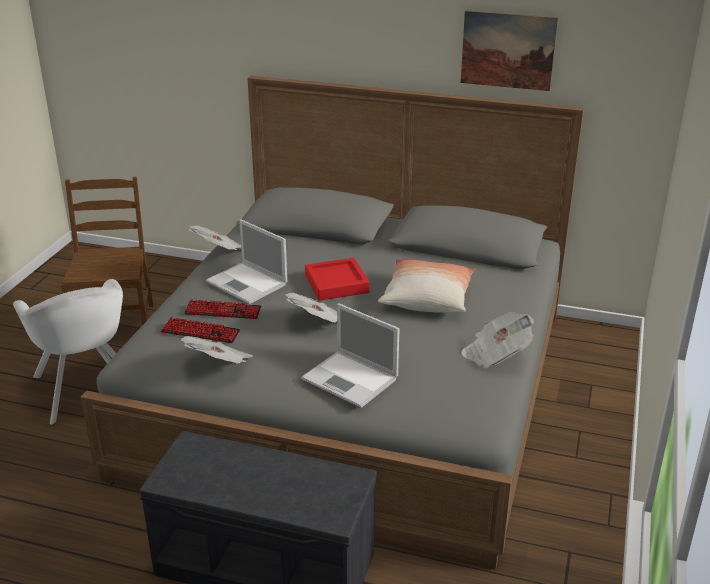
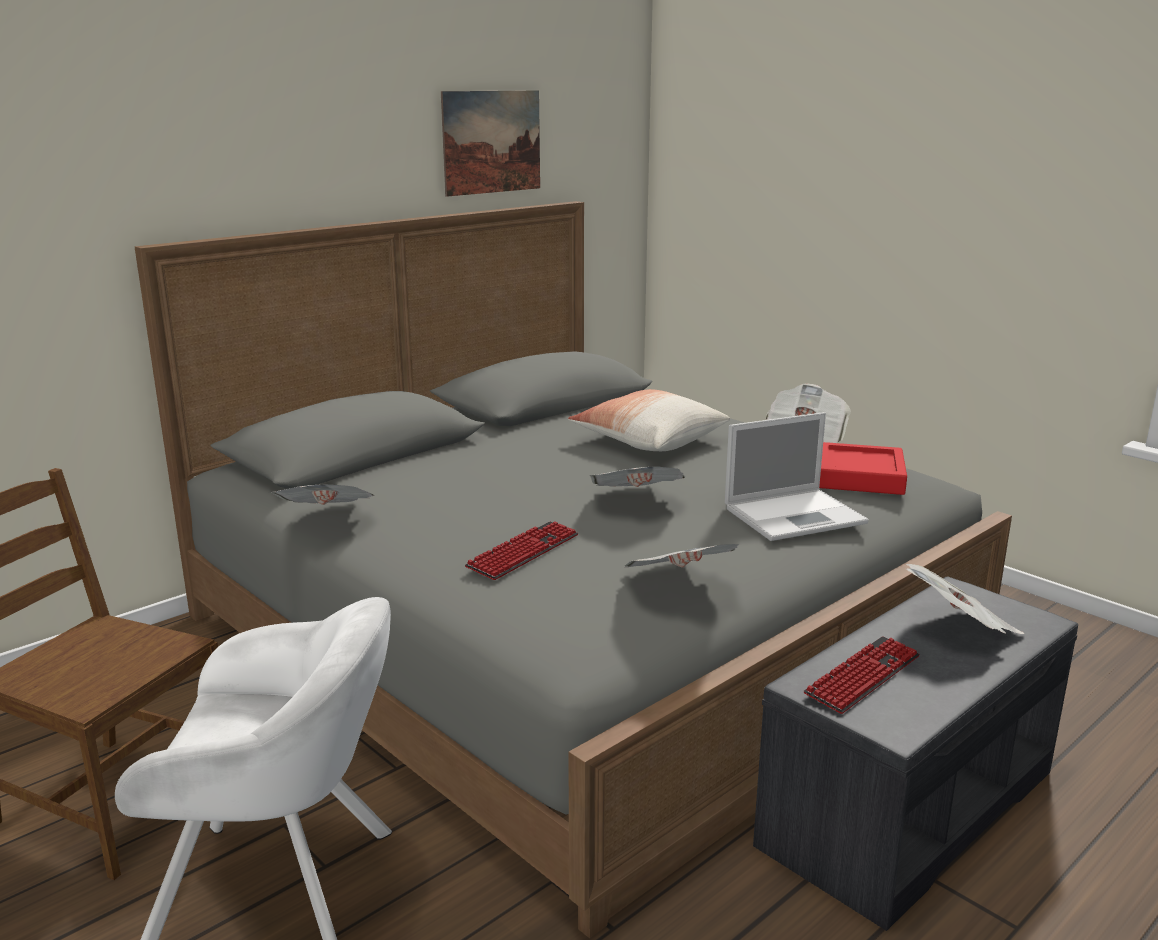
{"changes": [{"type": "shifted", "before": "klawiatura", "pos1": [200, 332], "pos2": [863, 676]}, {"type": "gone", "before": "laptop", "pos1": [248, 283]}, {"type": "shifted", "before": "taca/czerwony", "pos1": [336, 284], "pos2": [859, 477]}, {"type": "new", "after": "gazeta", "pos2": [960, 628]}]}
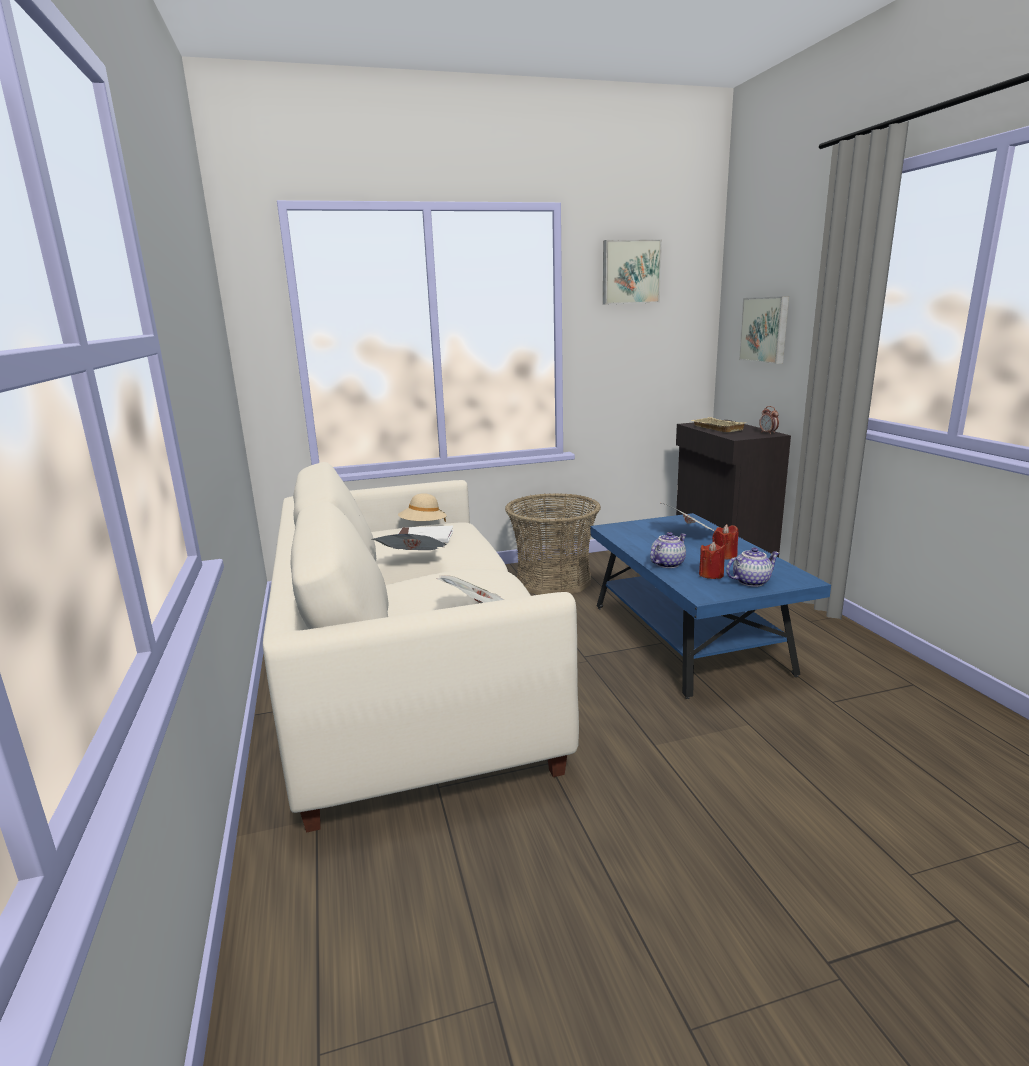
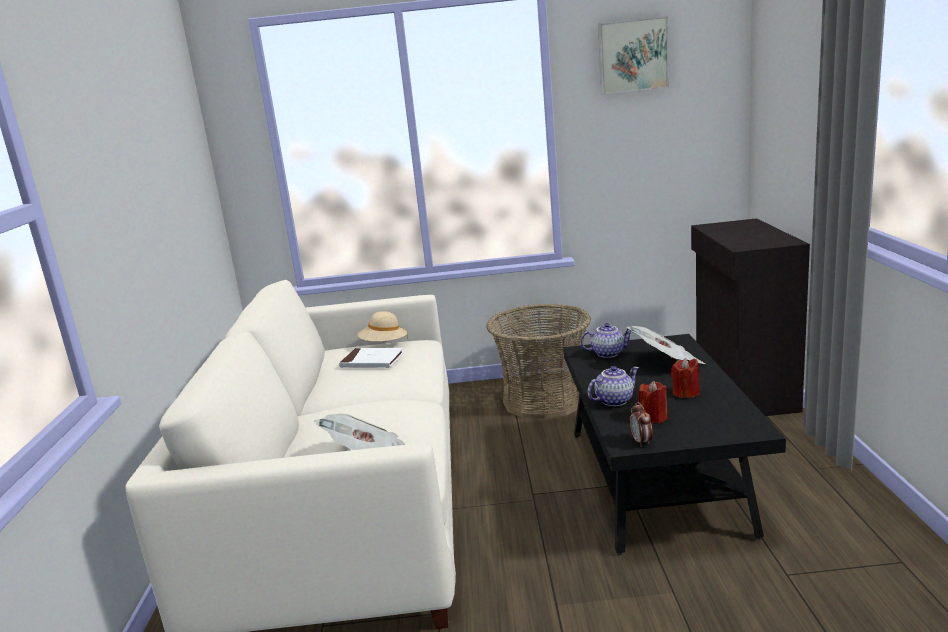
{"changes": [{"type": "gone", "before": "gazeta", "pos1": [413, 562]}, {"type": "repainted", "before": "ława/niebieski", "after": "ława/czarny", "pos1": [688, 639], "pos2": [657, 481]}, {"type": "gone", "before": "taca/beżowy", "pos1": [715, 428]}, {"type": "shifted", "before": "imbryk", "pos1": [751, 581], "pos2": [608, 353]}, {"type": "gone", "before": "obraz", "pos1": [765, 329]}, {"type": "shifted", "before": "budzik", "pos1": [768, 433], "pos2": [641, 442]}]}
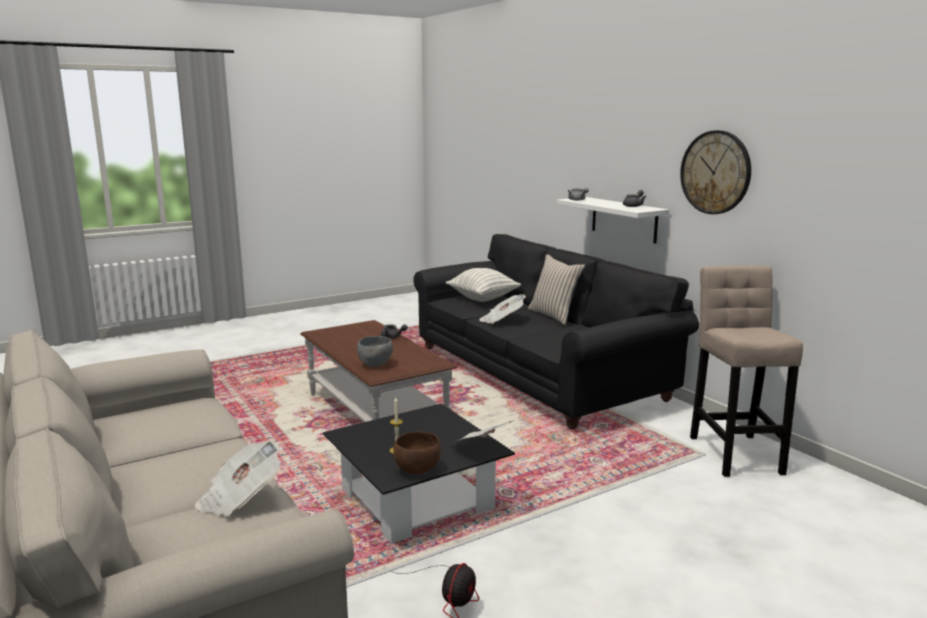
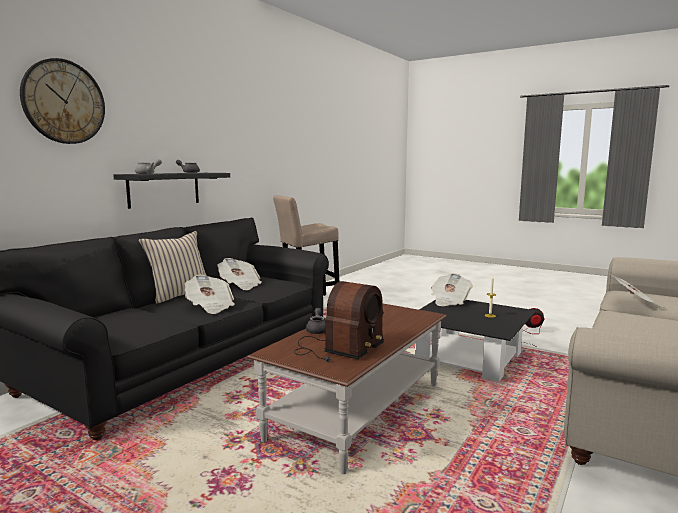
{"changes": [{"type": "gone", "before": "miska/szary", "pos1": [375, 364]}, {"type": "gone", "before": "miska/brązowy", "pos1": [416, 470]}, {"type": "gone", "before": "poduszka", "pos1": [483, 299]}, {"type": "repainted", "before": "półka/biały", "after": "półka/czarny", "pos1": [624, 219], "pos2": [164, 189]}, {"type": "shifted", "before": "zegar ścienny", "pos1": [715, 172], "pos2": [64, 102]}, {"type": "new", "after": "gazeta", "pos2": [240, 285]}, {"type": "new", "after": "radio", "pos2": [337, 349]}]}
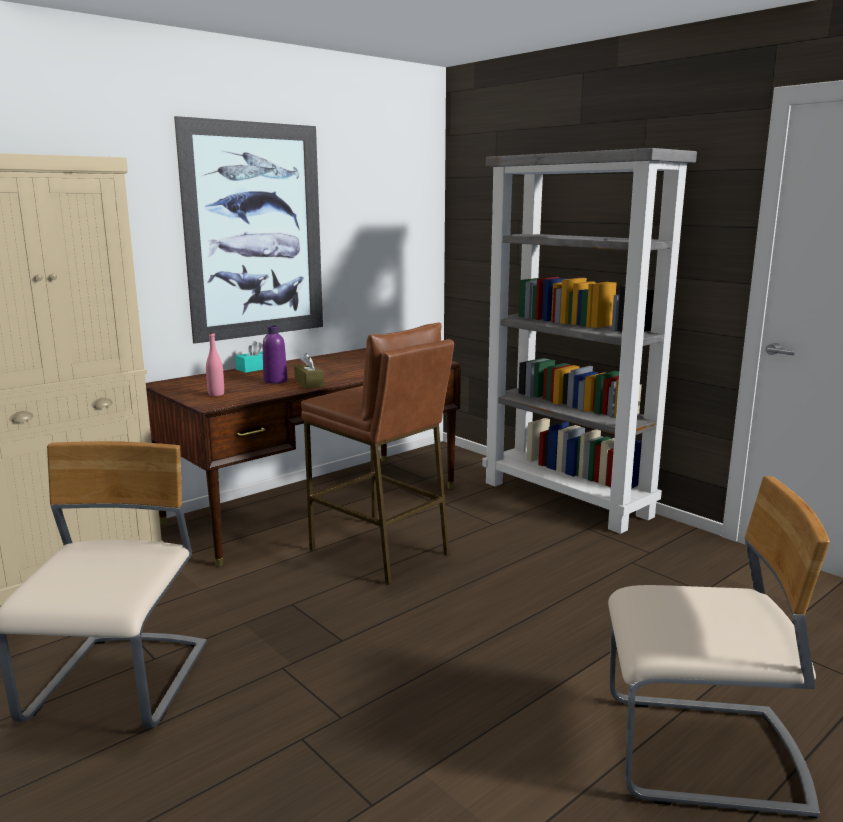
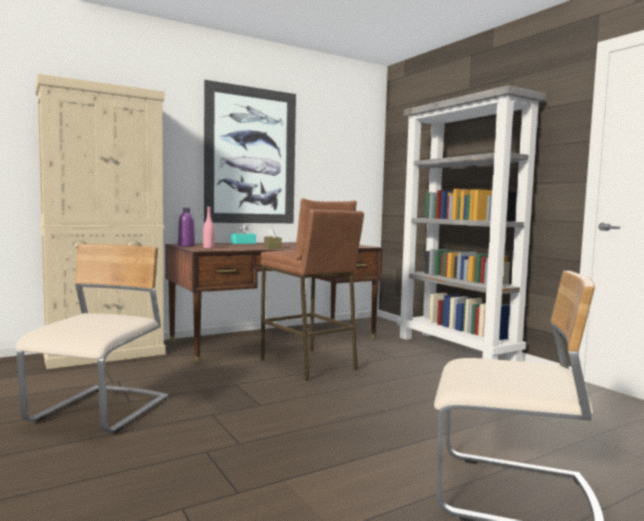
{"changes": [{"type": "shifted", "before": "butelka/fioletowy", "pos1": [275, 381], "pos2": [186, 246]}]}
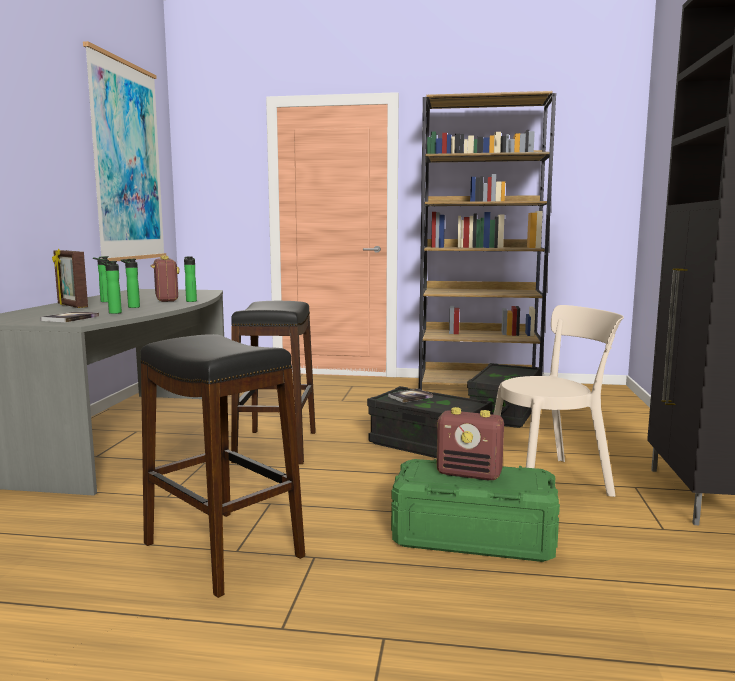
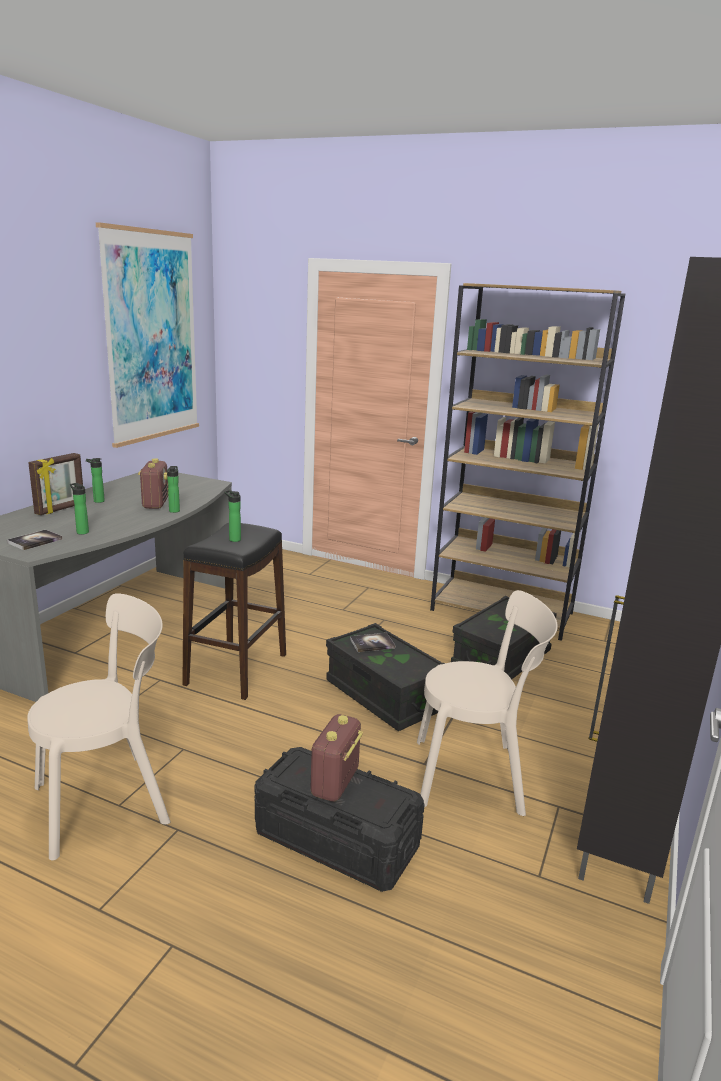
{"changes": [{"type": "rotated", "before": "ramka na zdjęcie", "pos1": [71, 306], "pos2": [60, 509], "turn": -120}, {"type": "shifted", "before": "butelka", "pos1": [132, 307], "pos2": [233, 539]}, {"type": "swapped", "before": "stołek/czarny", "after": "krzesło/beżowy", "pos1": [223, 550], "pos2": [109, 801]}, {"type": "repainted", "before": "pojemnik do przechowywania/zielony", "after": "pojemnik do przechowywania/czarny", "pos1": [473, 537], "pos2": [336, 840]}, {"type": "rotated", "before": "radio", "pos1": [469, 474], "pos2": [335, 783], "turn": 75}]}
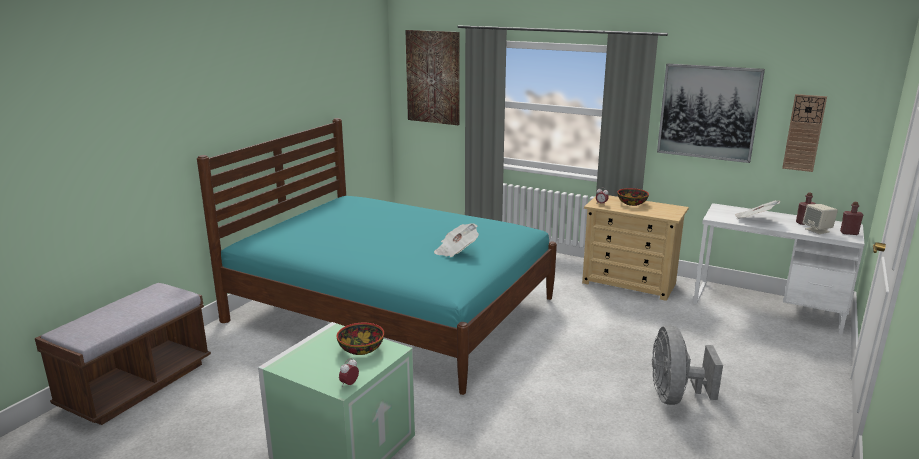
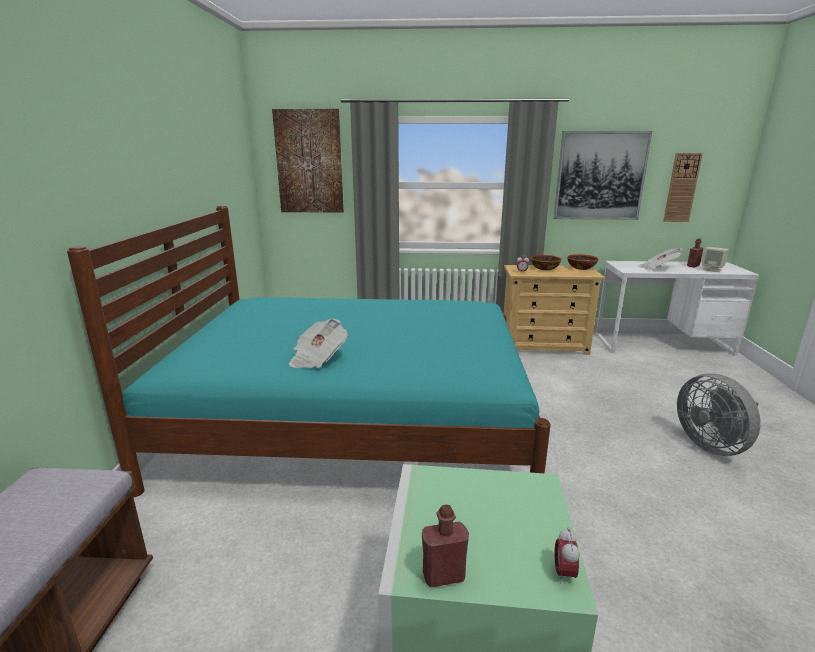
{"changes": [{"type": "shifted", "before": "miska", "pos1": [360, 349], "pos2": [581, 268]}, {"type": "shifted", "before": "gazeta", "pos1": [456, 251], "pos2": [317, 358]}, {"type": "shifted", "before": "butelka/czerwony", "pos1": [849, 233], "pos2": [443, 576]}]}
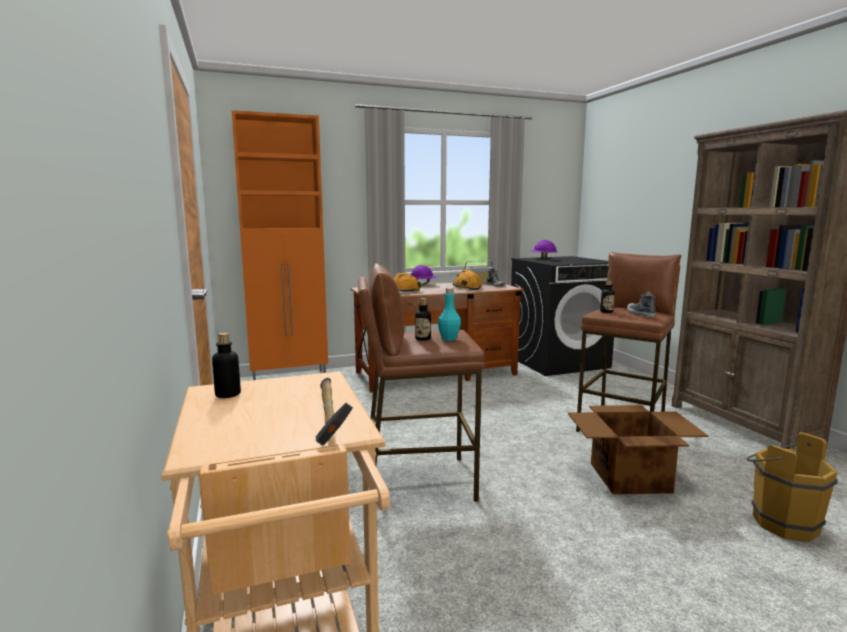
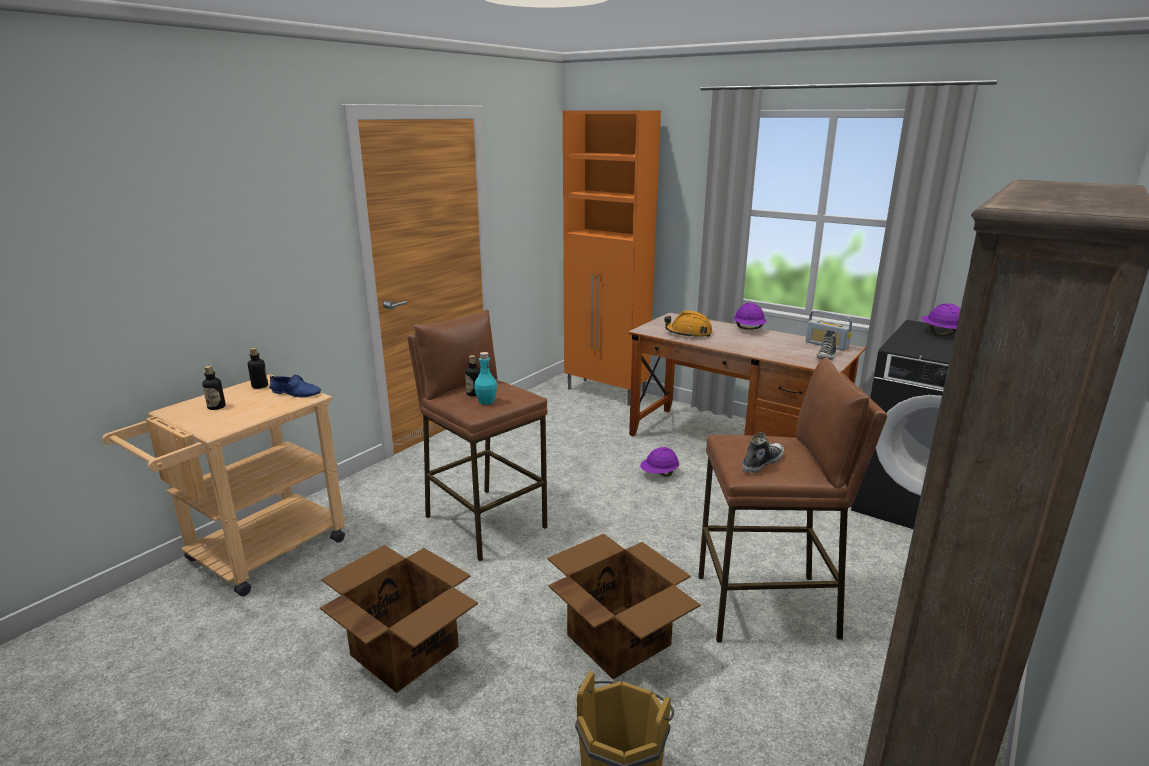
{"changes": [{"type": "gone", "before": "młotek", "pos1": [328, 419]}, {"type": "gone", "before": "kask/pomarańczowy", "pos1": [467, 287]}, {"type": "shifted", "before": "butelka", "pos1": [606, 312], "pos2": [216, 407]}, {"type": "new", "after": "but/niebieski", "pos2": [296, 392]}, {"type": "new", "after": "karton", "pos2": [404, 650]}, {"type": "new", "after": "kask/fioletowy", "pos2": [659, 474]}]}
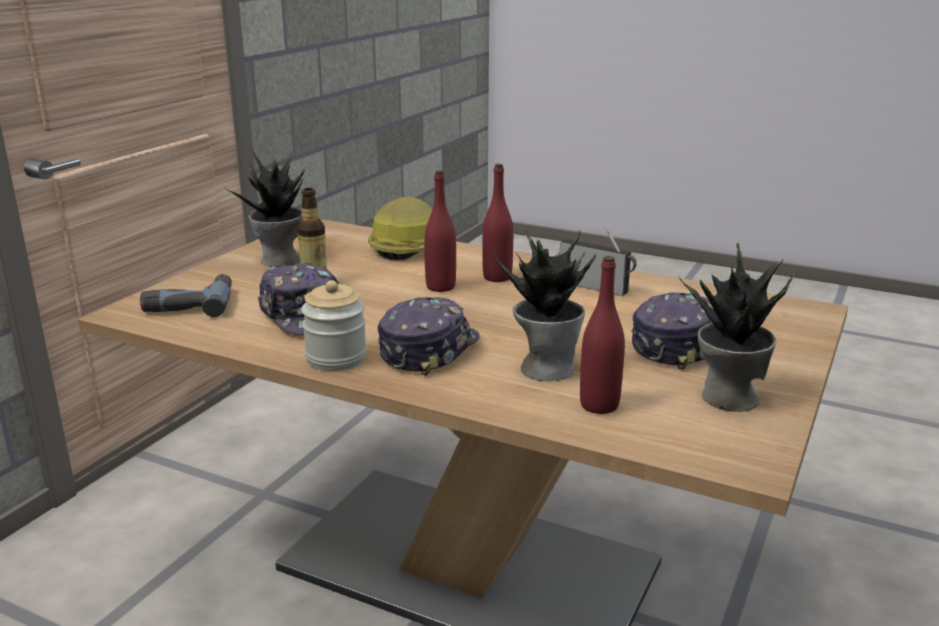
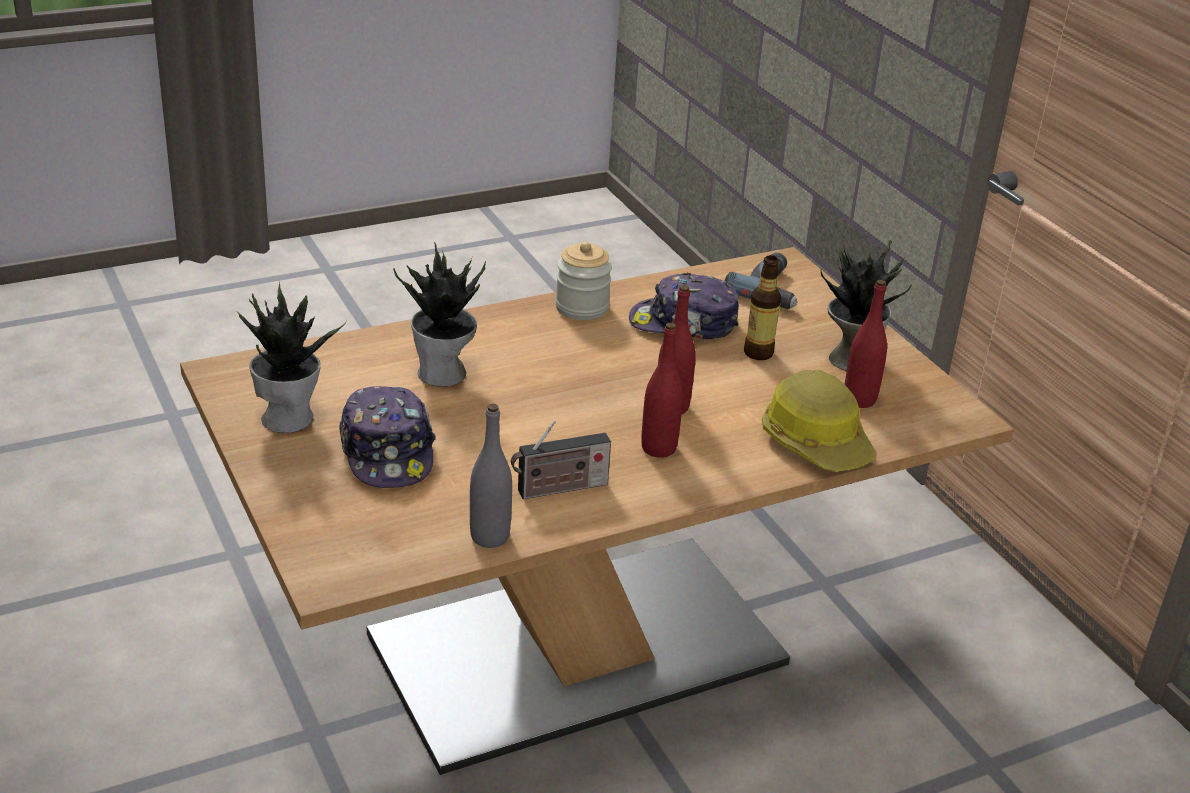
{"changes": [{"type": "gone", "before": "czapka z daszkiem", "pos1": [428, 350]}, {"type": "shifted", "before": "butelka/czerwony", "pos1": [599, 405], "pos2": [859, 399]}, {"type": "new", "after": "butelka/szary", "pos2": [489, 537]}]}
